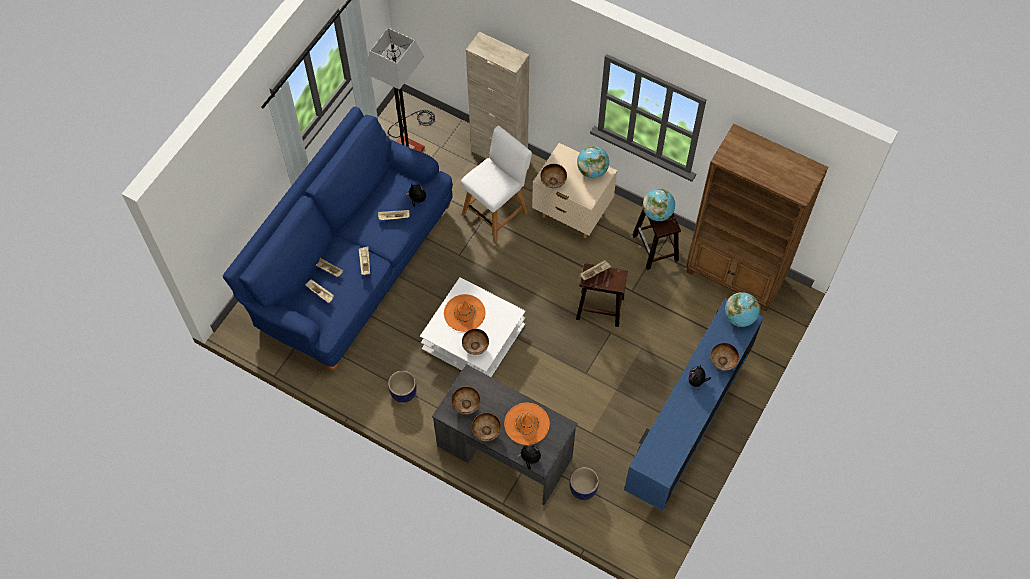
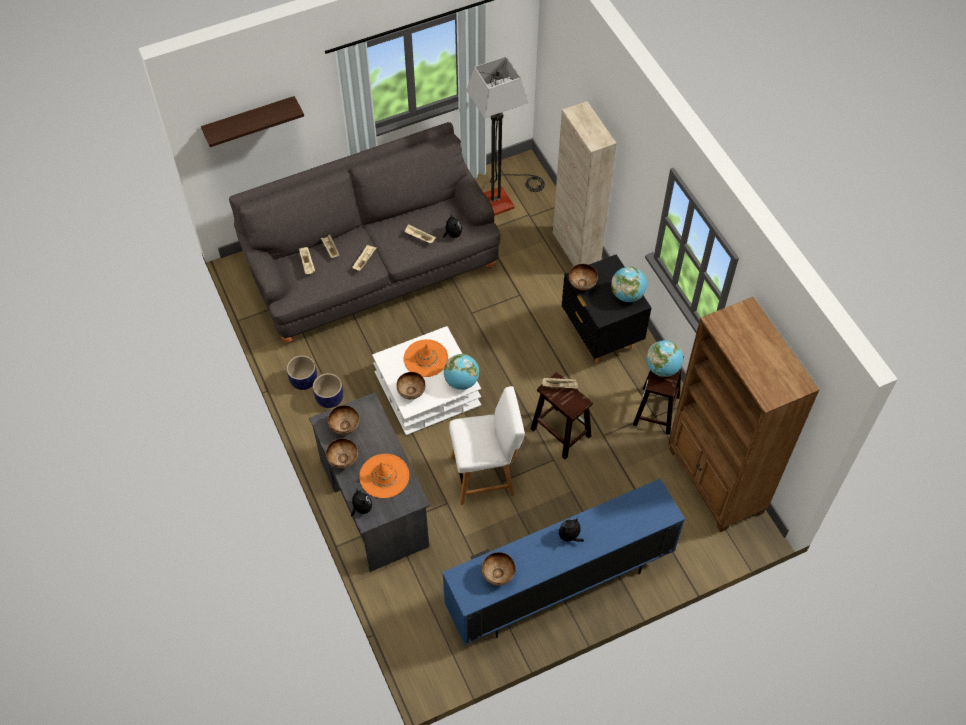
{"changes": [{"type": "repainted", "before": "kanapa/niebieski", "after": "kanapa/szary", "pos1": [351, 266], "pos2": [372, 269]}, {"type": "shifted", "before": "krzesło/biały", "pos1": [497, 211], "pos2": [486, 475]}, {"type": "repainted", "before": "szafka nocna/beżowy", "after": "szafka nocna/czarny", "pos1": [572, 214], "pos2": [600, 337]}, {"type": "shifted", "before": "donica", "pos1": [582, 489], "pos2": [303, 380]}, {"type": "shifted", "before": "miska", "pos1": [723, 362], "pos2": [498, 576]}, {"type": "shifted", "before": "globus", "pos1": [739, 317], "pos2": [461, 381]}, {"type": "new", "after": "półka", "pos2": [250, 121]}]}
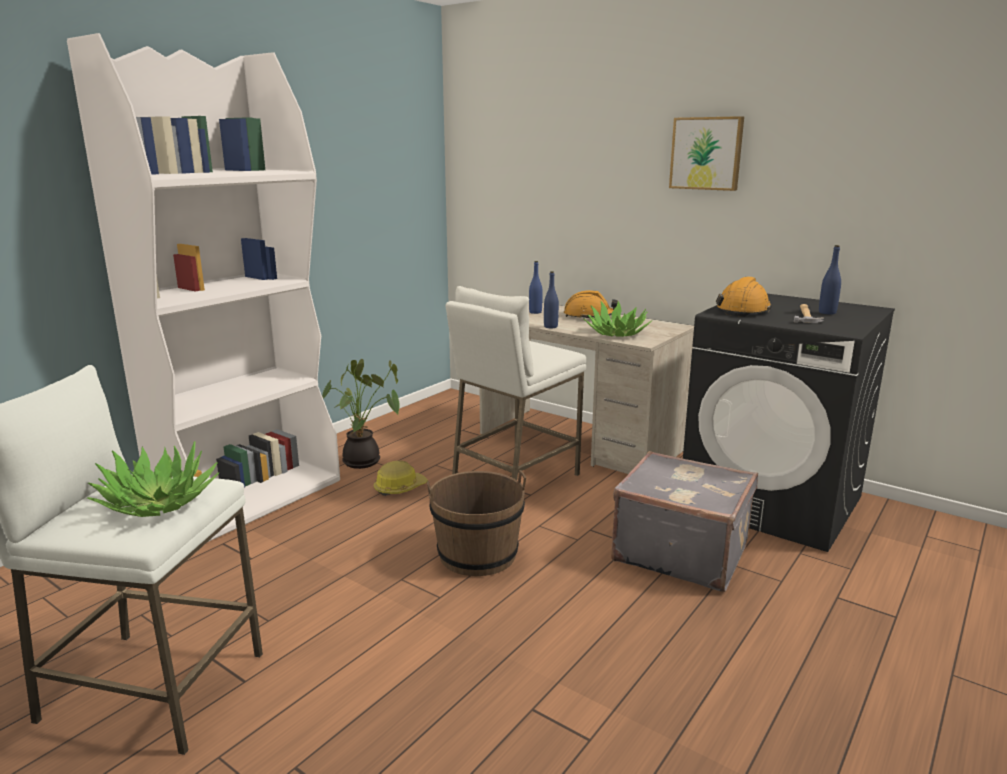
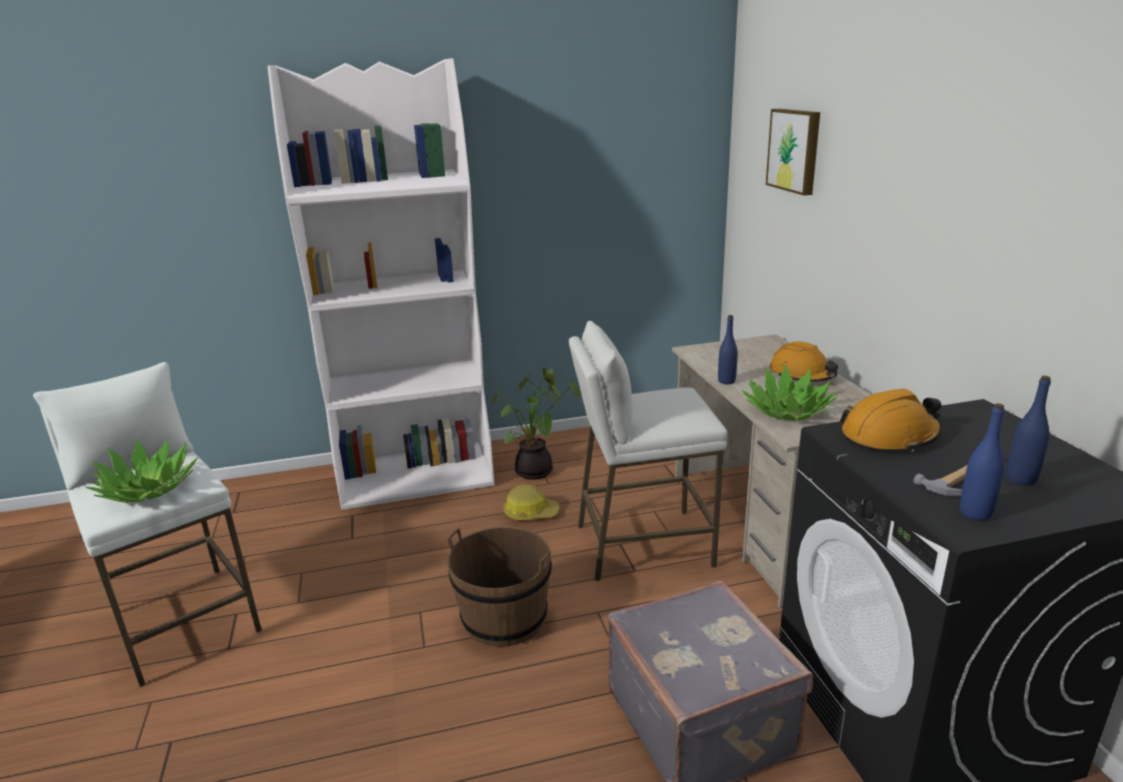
{"changes": [{"type": "shifted", "before": "butelka/niebieski", "pos1": [535, 312], "pos2": [975, 513]}, {"type": "shifted", "before": "obraz", "pos1": [706, 153], "pos2": [795, 150]}]}
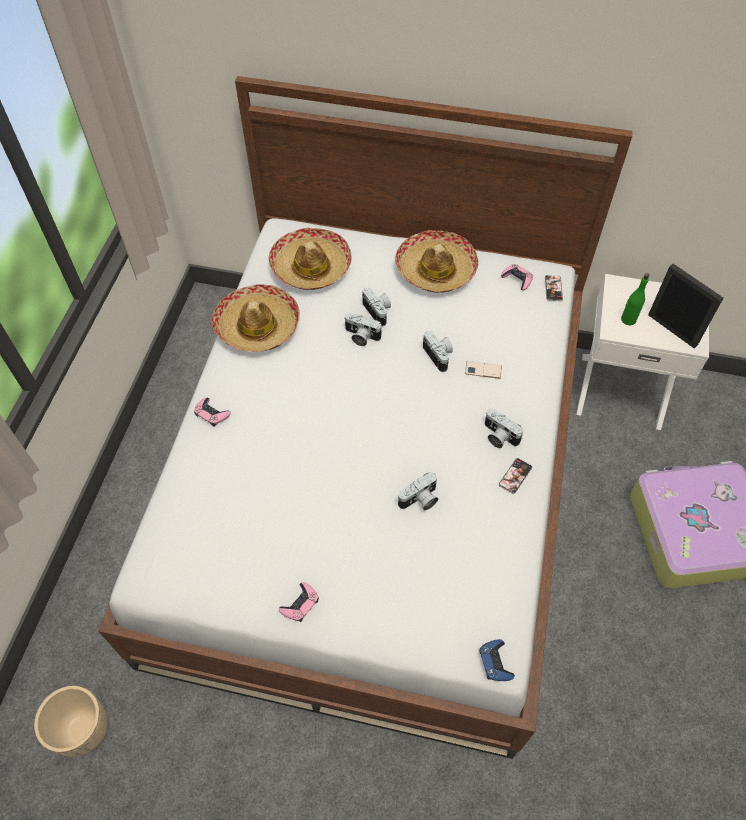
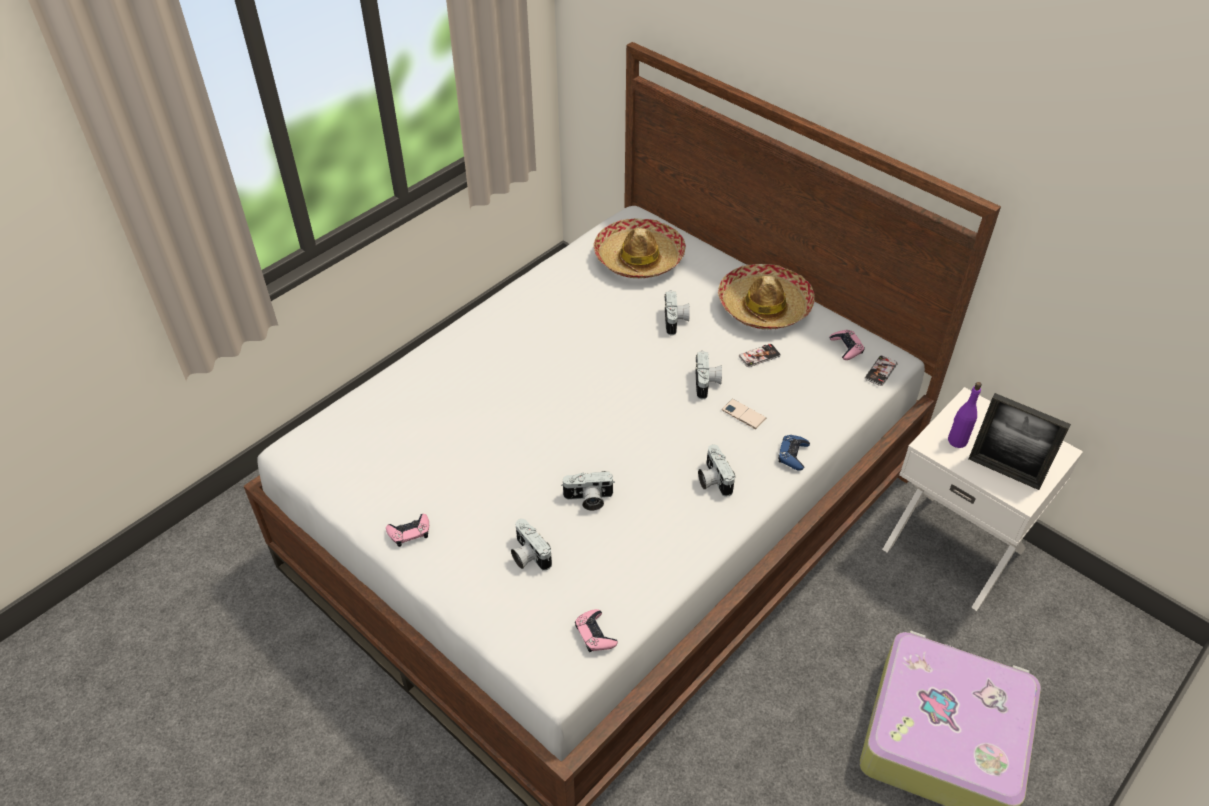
{"changes": [{"type": "gone", "before": "donica/beżowy", "pos1": [84, 731]}, {"type": "shifted", "before": "pad do gier/różowy", "pos1": [212, 414], "pos2": [595, 634]}, {"type": "gone", "before": "kapelusz", "pos1": [258, 326]}, {"type": "shifted", "before": "aparat fotograficzny", "pos1": [361, 336], "pos2": [528, 555]}, {"type": "shifted", "before": "pad do gier/niebieski", "pos1": [495, 662], "pos2": [793, 455]}, {"type": "shifted", "before": "telefon", "pos1": [515, 476], "pos2": [759, 356]}, {"type": "repainted", "before": "butelka/zielony", "after": "butelka/fioletowy", "pos1": [628, 319], "pos2": [957, 440]}, {"type": "rotated", "before": "ramka na zdjęcie", "pos1": [672, 330], "pos2": [1004, 472], "turn": 135}]}
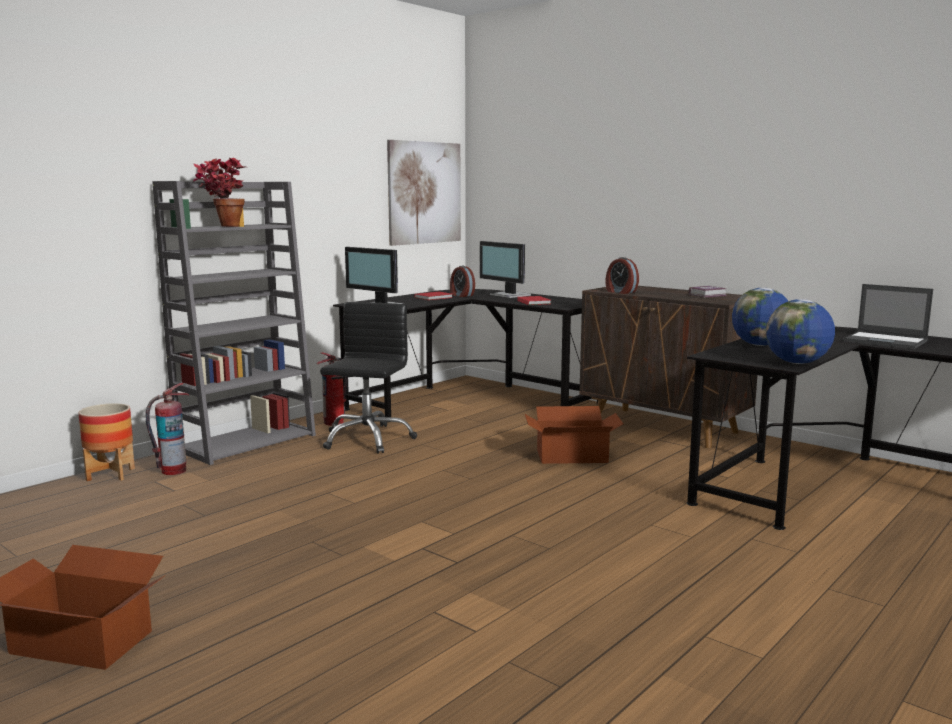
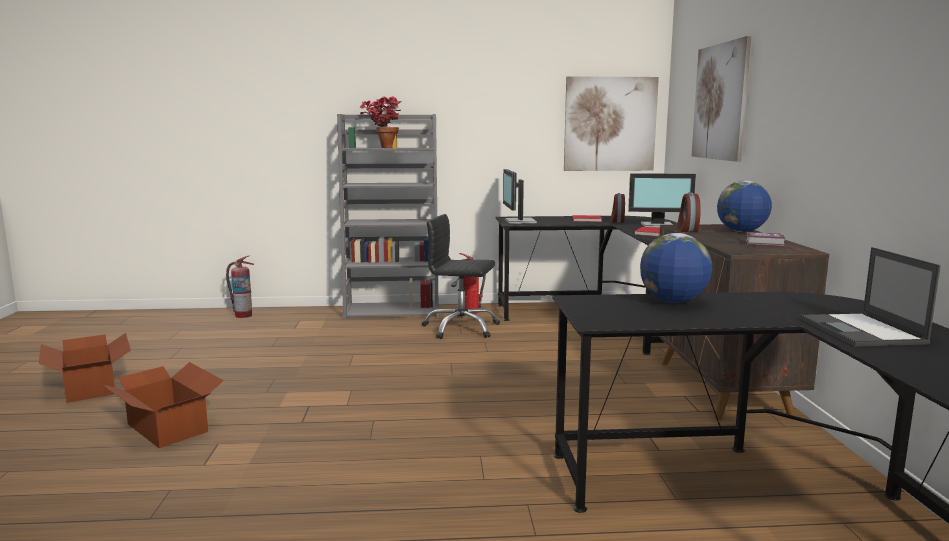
{"changes": [{"type": "gone", "before": "donica", "pos1": [111, 474]}, {"type": "shifted", "before": "gaśnica", "pos1": [173, 471], "pos2": [243, 315]}, {"type": "rotated", "before": "krzesło biurowe/czarny", "pos1": [367, 439], "pos2": [461, 328], "turn": -135}, {"type": "rotated", "before": "monitor", "pos1": [509, 295], "pos2": [658, 225], "turn": -90}, {"type": "shifted", "before": "karton", "pos1": [571, 456], "pos2": [168, 427]}, {"type": "shifted", "before": "globus", "pos1": [797, 363], "pos2": [741, 231]}, {"type": "new", "after": "obraz", "pos2": [720, 102]}]}
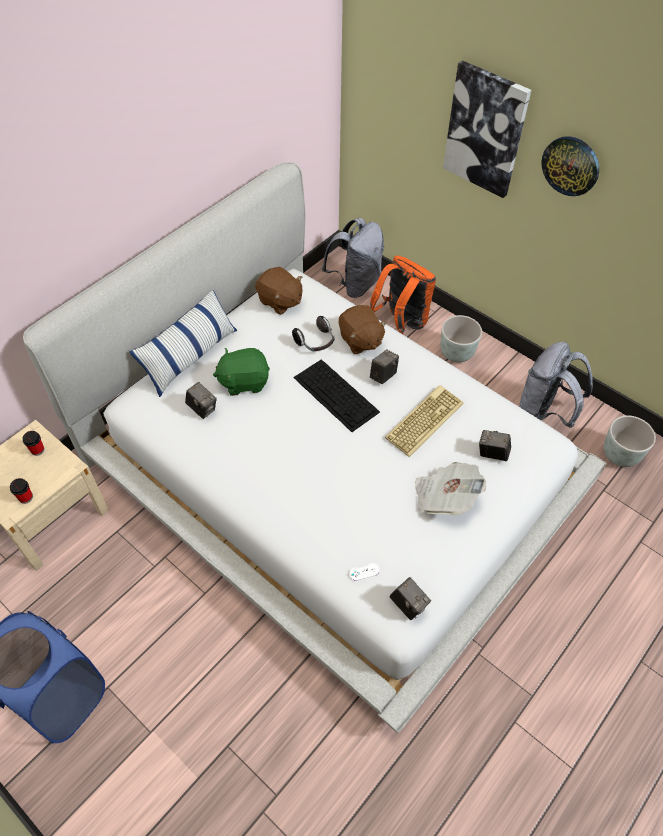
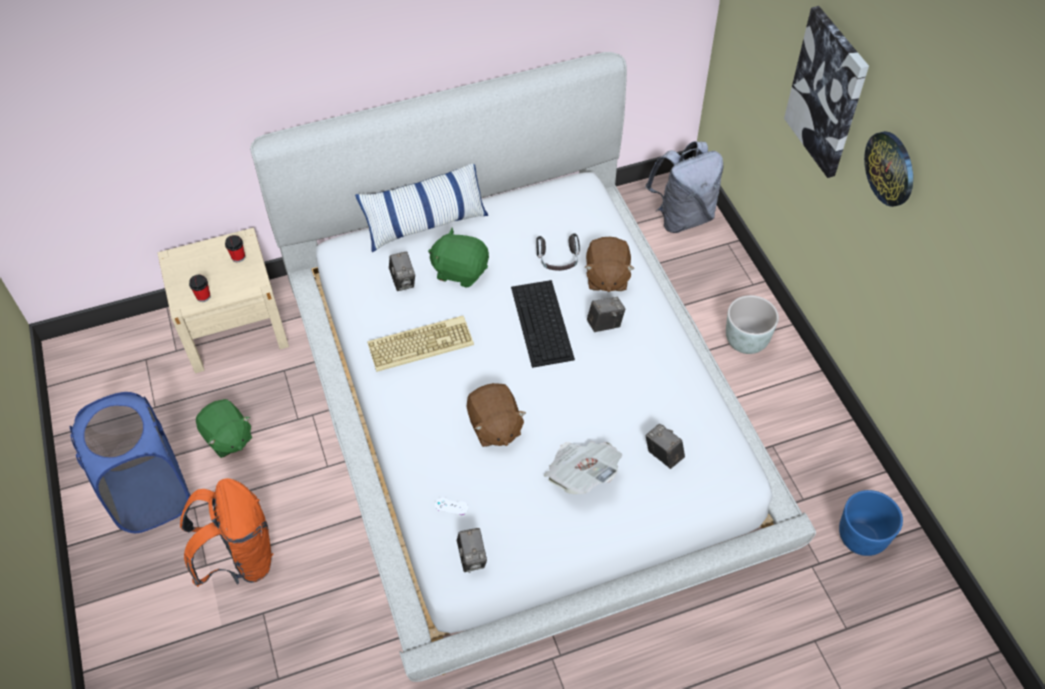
{"changes": [{"type": "shifted", "before": "pluszak/brązowy", "pos1": [280, 301], "pos2": [494, 427]}, {"type": "shifted", "before": "plecak/pomarańczowy", "pos1": [401, 322], "pos2": [240, 558]}, {"type": "shifted", "before": "klawiatura", "pos1": [424, 419], "pos2": [421, 343]}, {"type": "gone", "before": "plecak/szary", "pos1": [544, 412]}, {"type": "repainted", "before": "donica/szary", "after": "donica/niebieski", "pos1": [620, 455], "pos2": [862, 538]}, {"type": "new", "after": "pluszak/zielony", "pos2": [228, 438]}]}
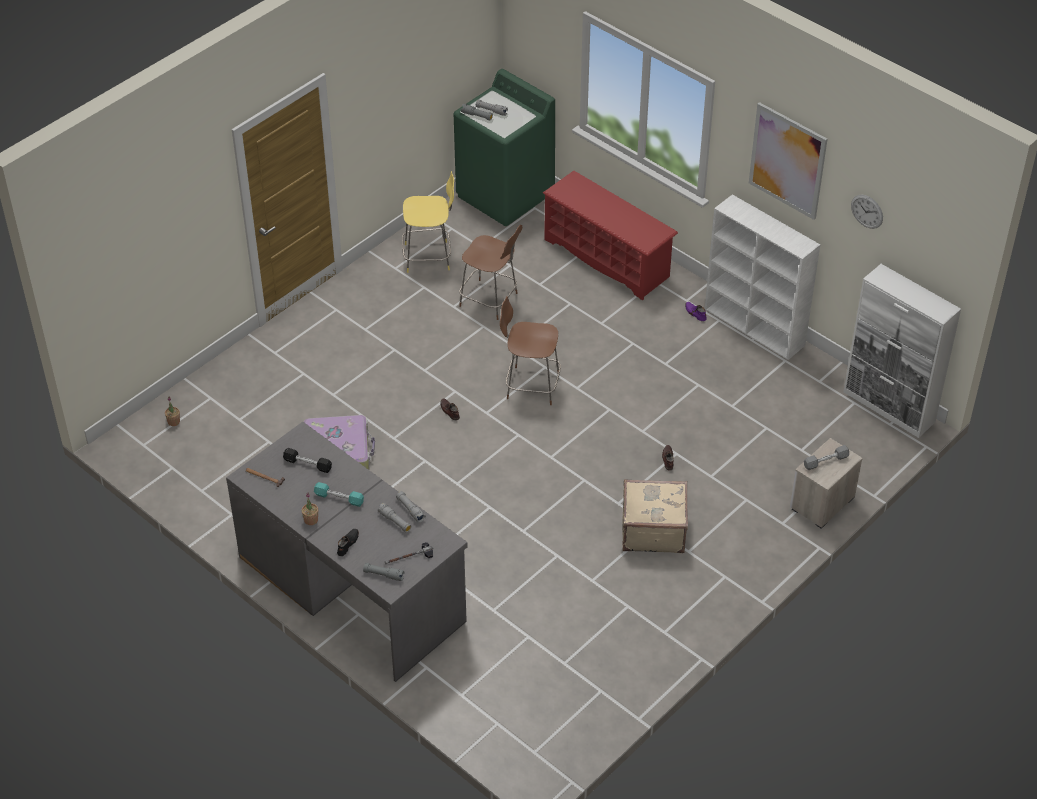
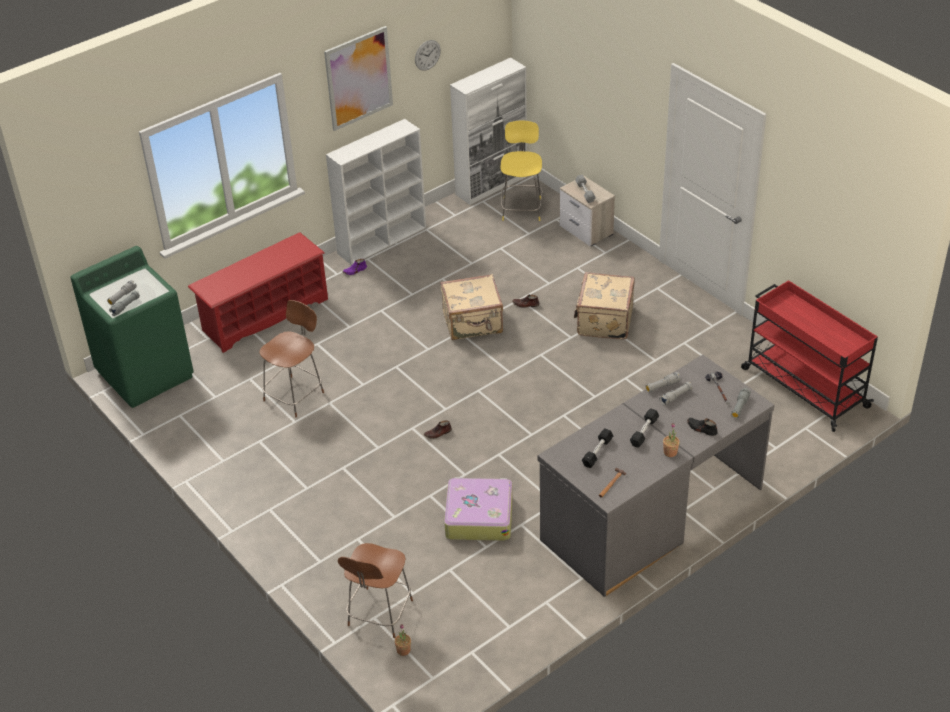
{"changes": [{"type": "repainted", "before": "hantel/turkusowy", "after": "hantel/czarny", "pos1": [339, 498], "pos2": [644, 432]}, {"type": "shifted", "before": "stołek/żółty", "pos1": [429, 257], "pos2": [522, 208]}, {"type": "shifted", "before": "stołek/brązowy", "pos1": [530, 385], "pos2": [379, 615]}, {"type": "new", "after": "walizka/beżowy", "pos2": [473, 323]}, {"type": "new", "after": "wózek/czerwony", "pos2": [803, 387]}]}
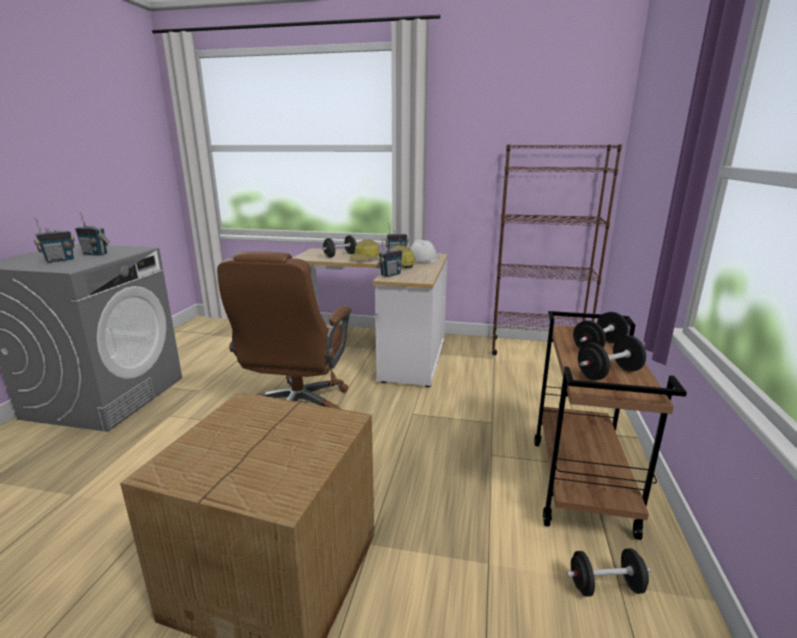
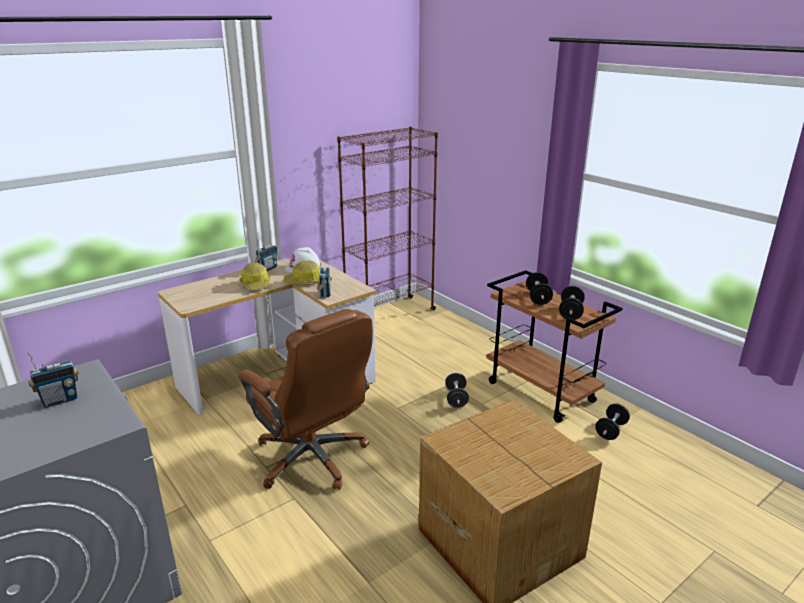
{"changes": [{"type": "gone", "before": "radio", "pos1": [60, 260]}, {"type": "shifted", "before": "hantel/czarny", "pos1": [340, 255], "pos2": [456, 398]}]}
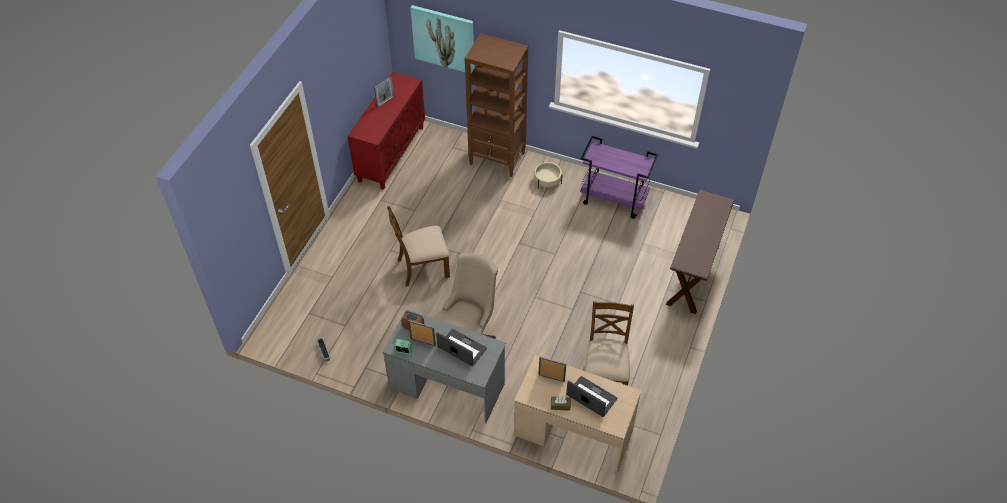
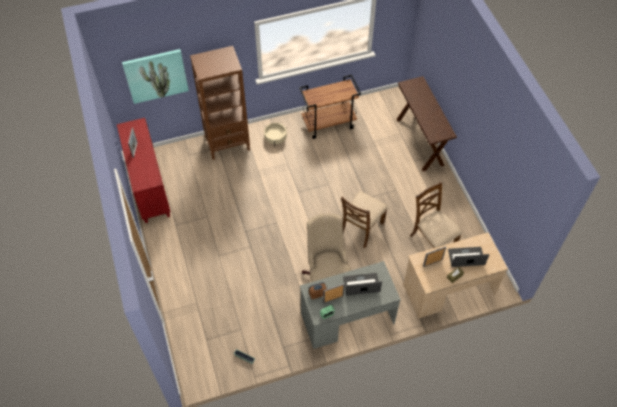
{"changes": [{"type": "shifted", "before": "krzesło/brązowy", "pos1": [422, 268], "pos2": [361, 228]}, {"type": "repainted", "before": "wózek/fioletowy", "after": "wózek/brązowy", "pos1": [614, 199], "pos2": [329, 123]}]}
